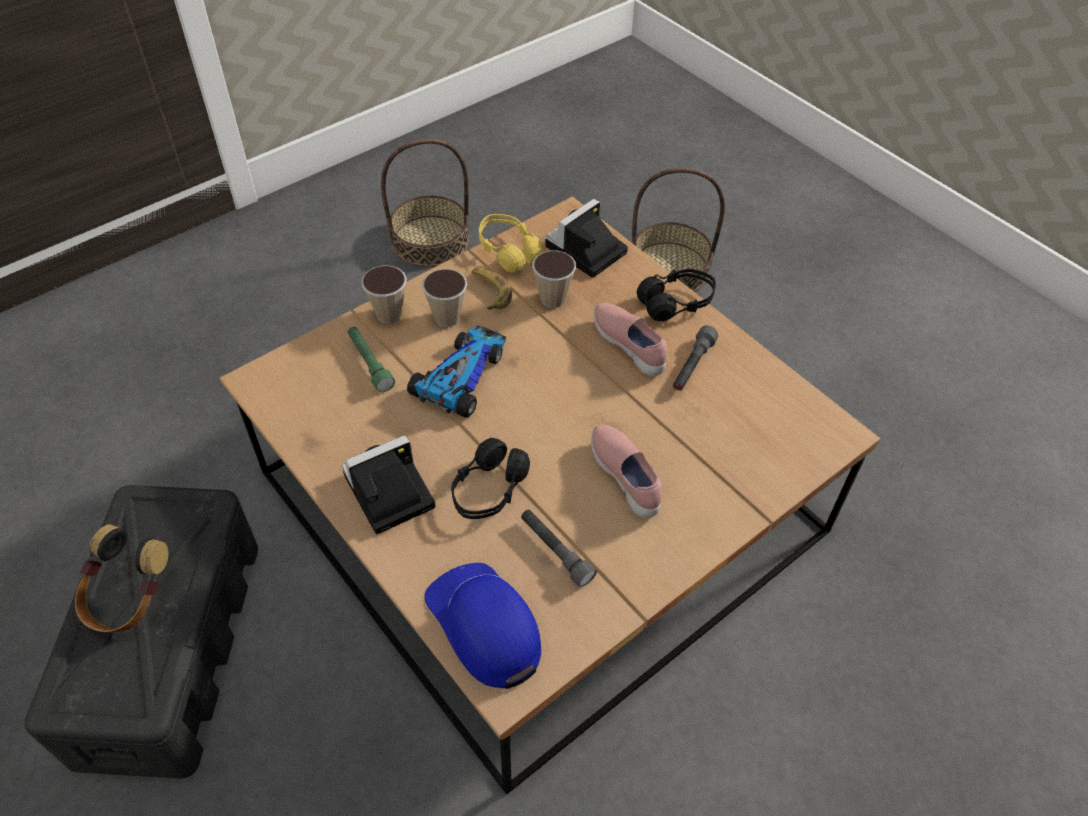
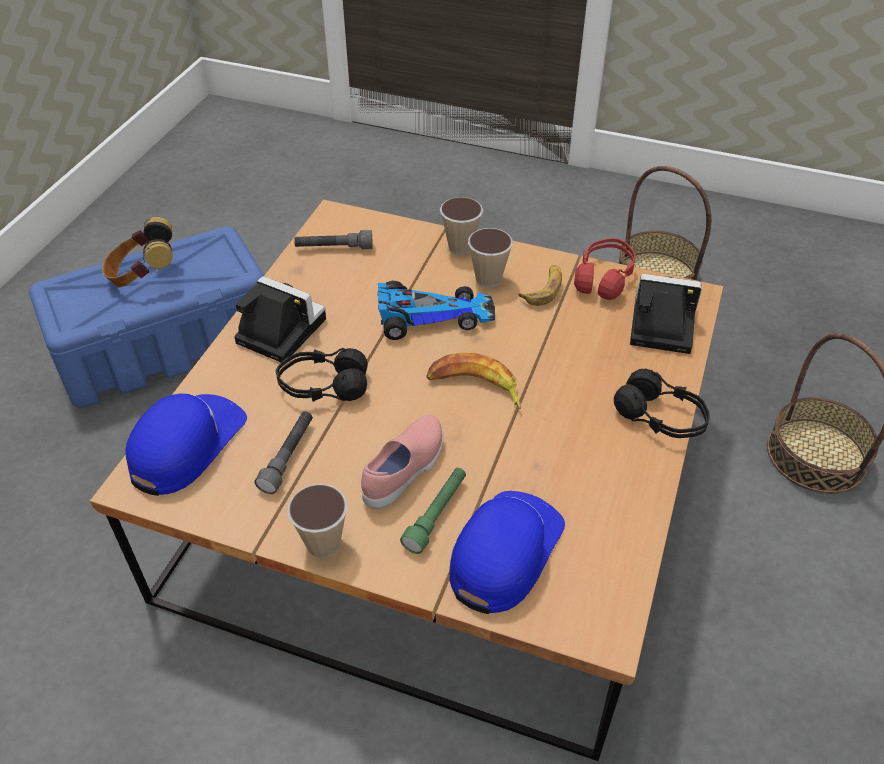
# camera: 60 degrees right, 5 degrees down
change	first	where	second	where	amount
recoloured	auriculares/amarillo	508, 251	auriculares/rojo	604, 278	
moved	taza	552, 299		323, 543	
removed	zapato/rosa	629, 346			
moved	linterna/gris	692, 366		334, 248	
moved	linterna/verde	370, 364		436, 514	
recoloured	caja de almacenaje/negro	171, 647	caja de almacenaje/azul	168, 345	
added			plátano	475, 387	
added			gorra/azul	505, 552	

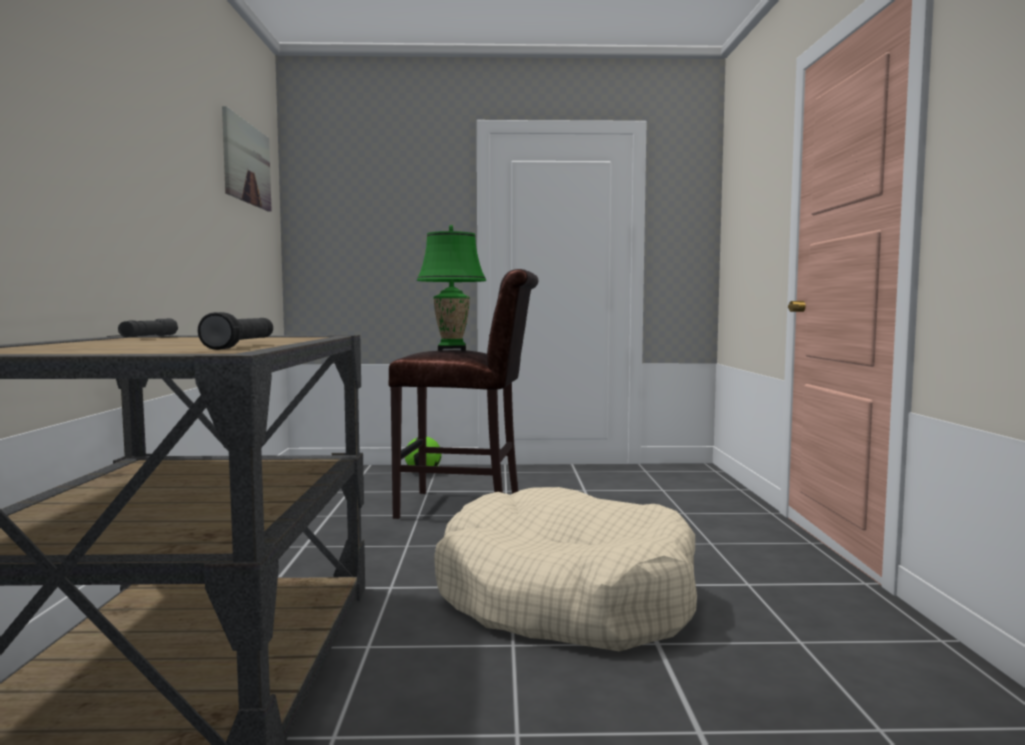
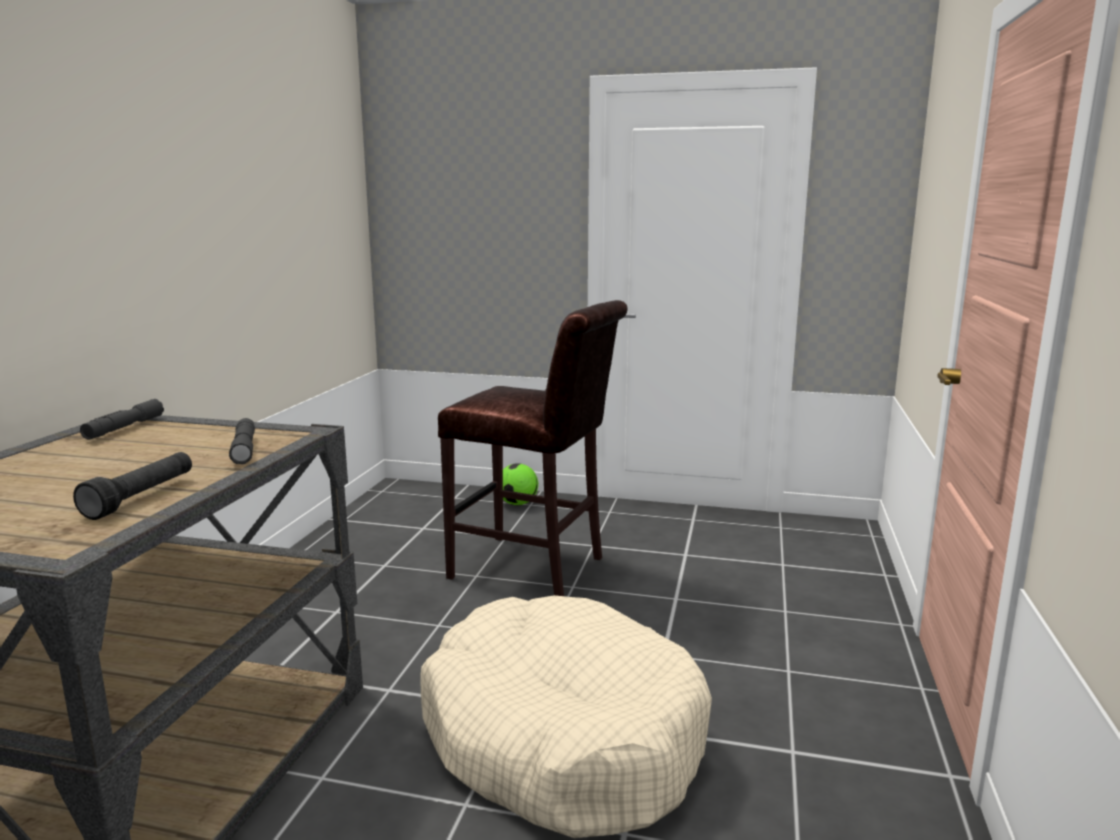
# camera: 15 degrees right, 10 degrees up
change	first	where	second	where	amount
removed	cuadro	246, 163			
removed	lámpara de mesa/verde	452, 349			
added			linterna/gris	244, 449	

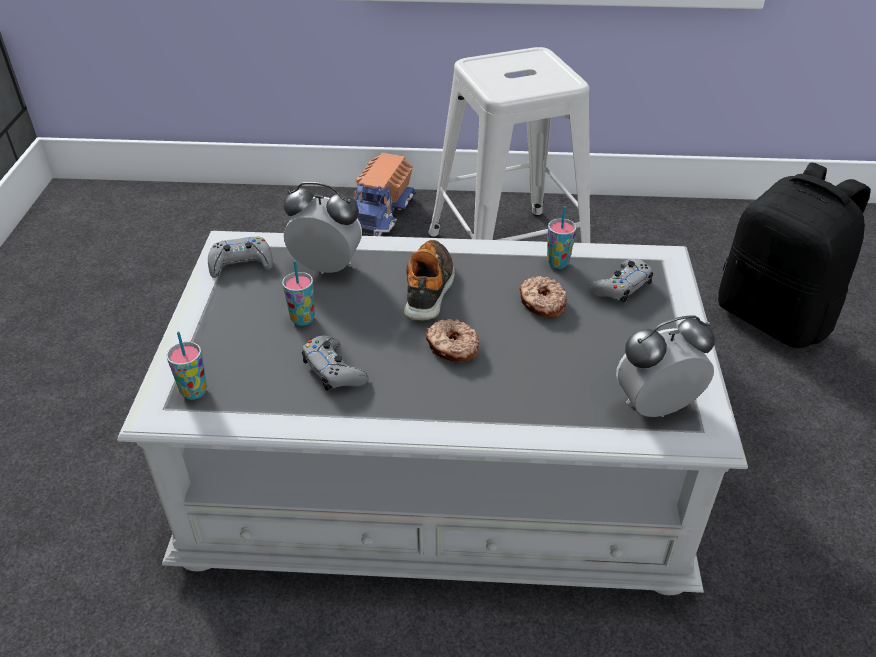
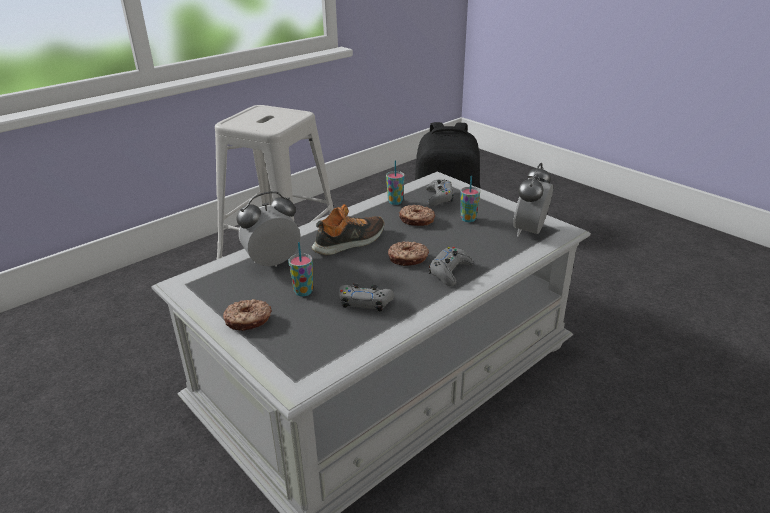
# camera: 45 degrees left, 10 degrees down
change	first	where	second	where	amount
removed	camión de juguete	381, 212			
moved	mando de consola/gris	241, 264		450, 272	
turned	zapato	429, 288		350, 242	90 degrees clockwise
moved	taza	194, 392		468, 219	
added			rosquilla	248, 321	

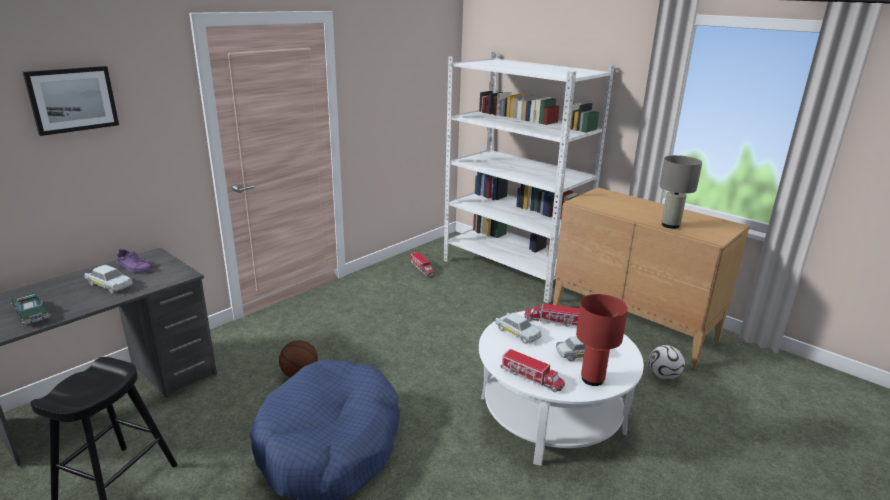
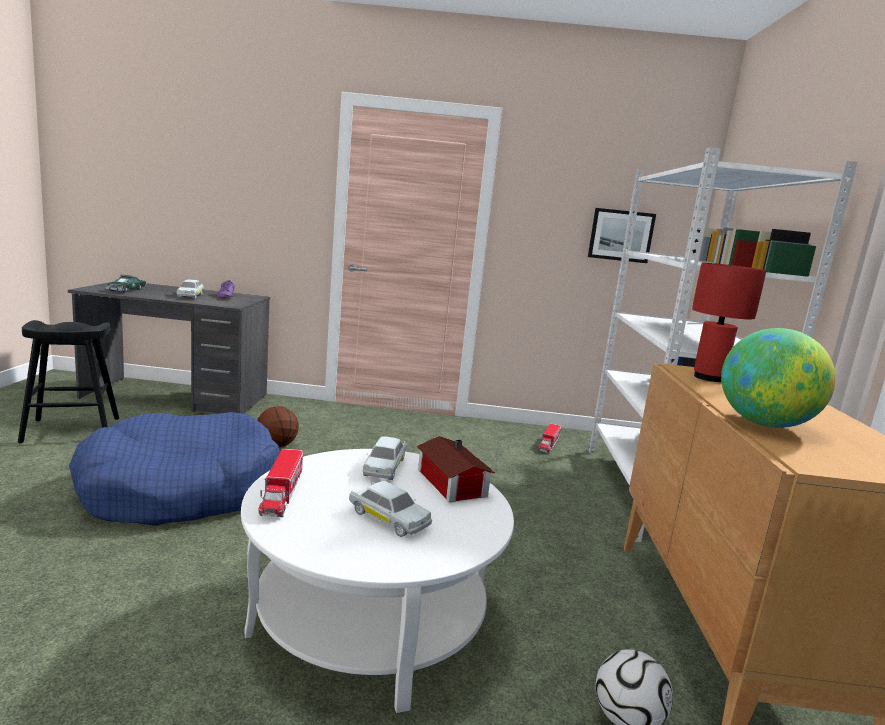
# camera: 50 degrees right, 10 degrees down
change	first	where	second	where	amount
moved	cuadro	72, 99		621, 235	
replaced	lámpara de mesa/gris	669, 225	globo terráqueo	764, 424	
moved	lámpara de mesa/rojo	592, 379		709, 378	
replaced	camión de juguete	553, 321	casita	450, 484	

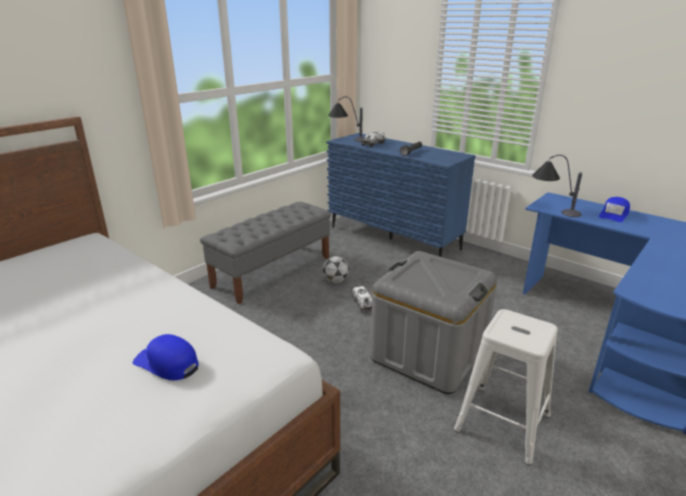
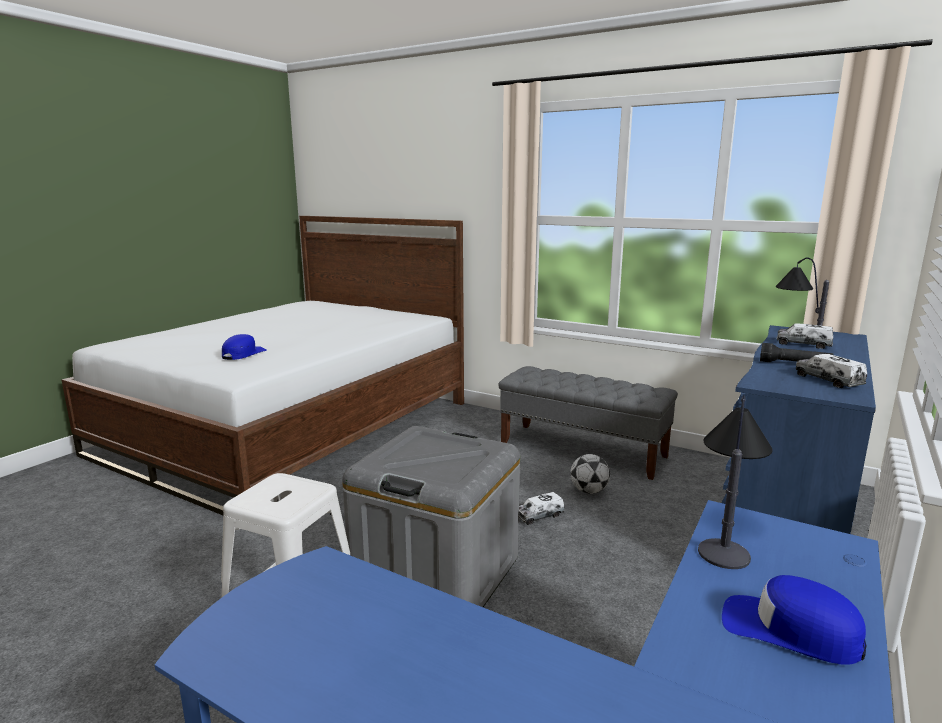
# camera: 80 degrees right, 10 degrees down
change	first	where	second	where	amount
added			camión de juguete	828, 380	

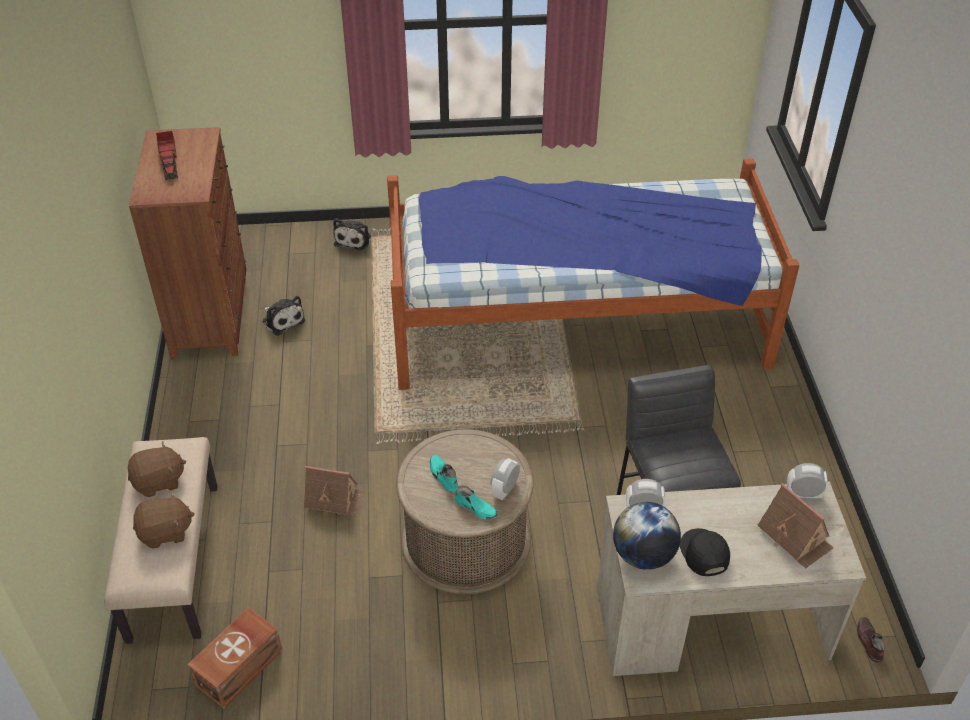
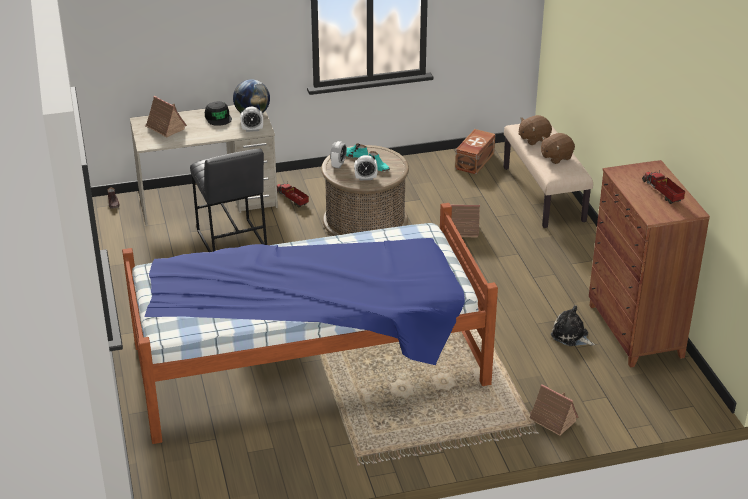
# camera: 170 degrees right, 10 degrees down
change	first	where	second	where	amount
replaced	peluche	354, 239	casita	551, 419	
moved	despertador	803, 495		365, 178	
added			camión de juguete	292, 199	

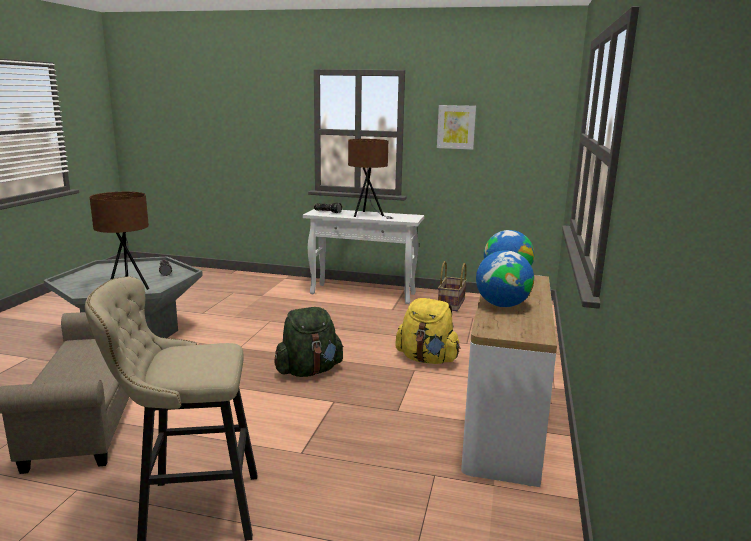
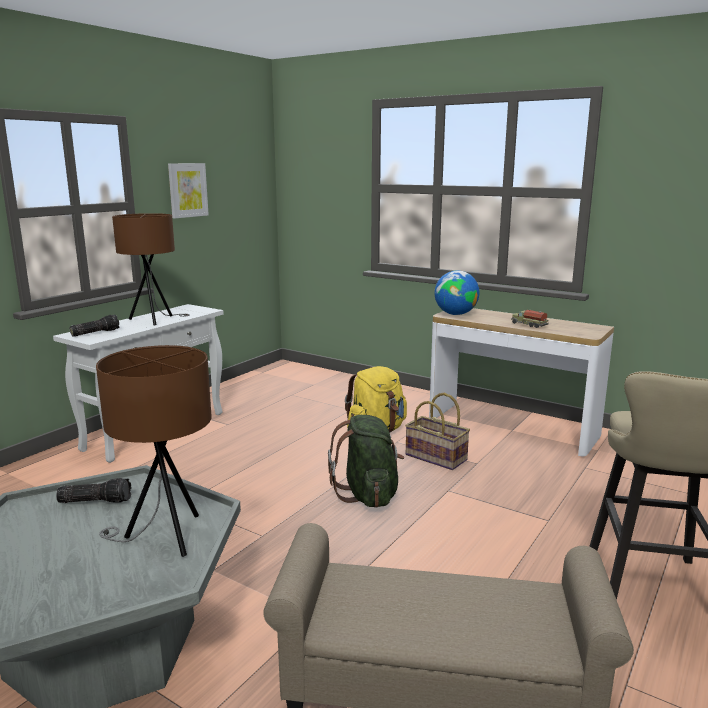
# camera: 70 degrees left, 0 degrees up
change	first	where	second	where	amount
replaced	globo terráqueo	502, 305	camión de juguete	528, 324	
moved	cesta	452, 304		437, 457	

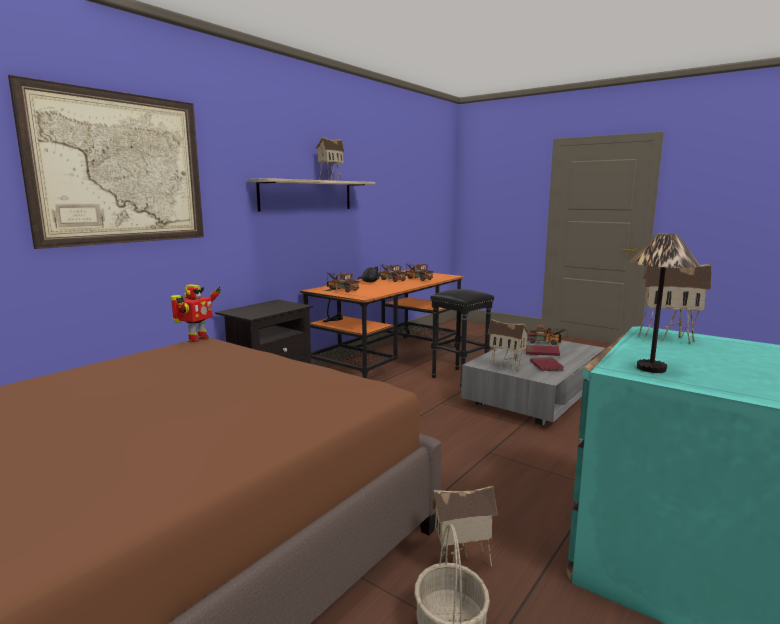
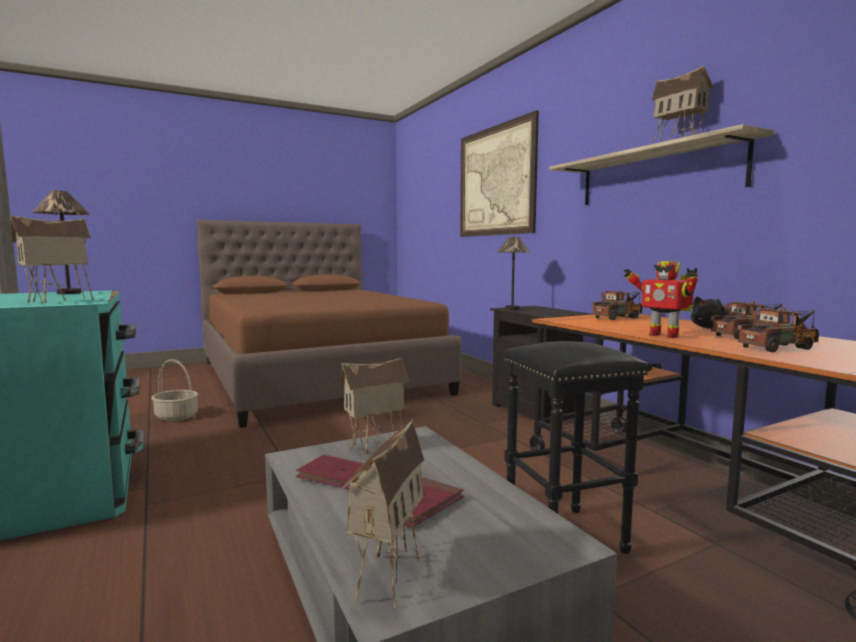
# camera: 115 degrees right, 5 degrees down
change	first	where	second	where	amount
moved	robot de juguete	196, 339		663, 335	
removed	camión de juguete	546, 343			
moved	casita	463, 565		385, 573	
added			lámpara de mesa	512, 309	

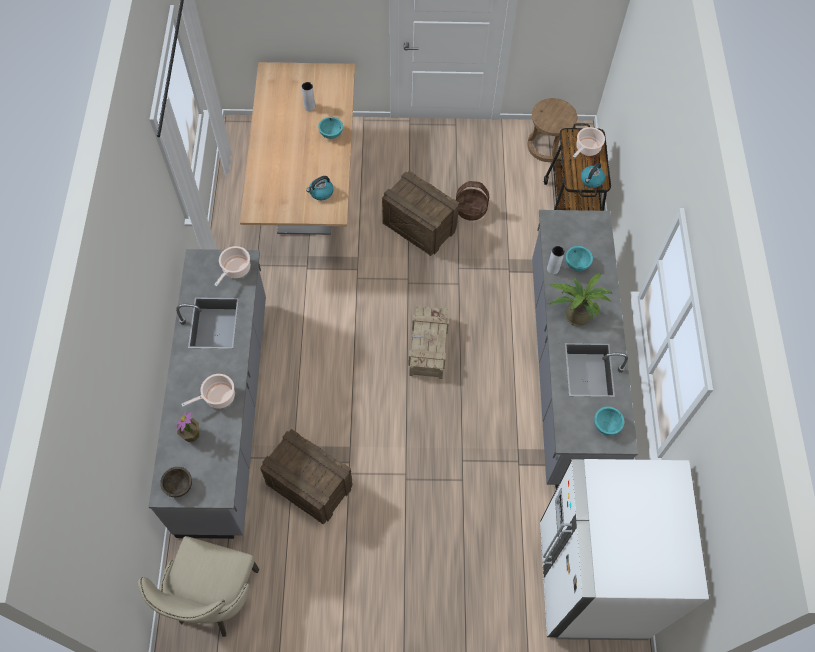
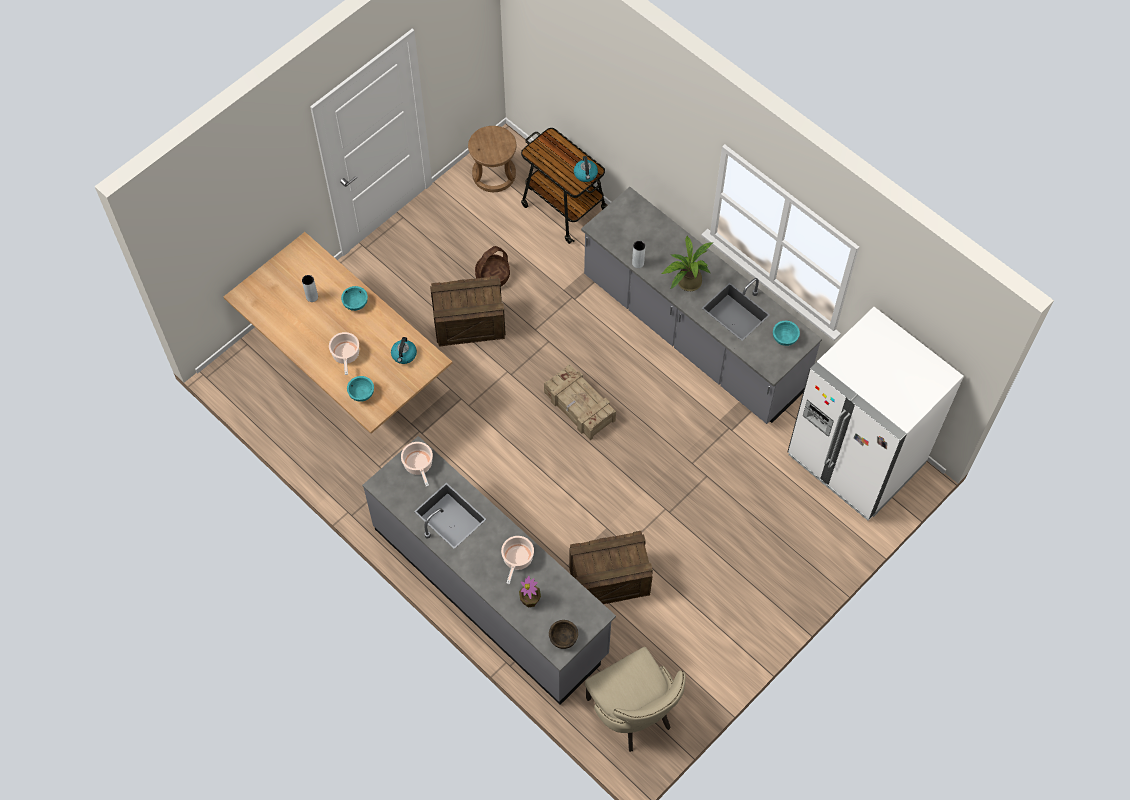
# camera: 45 degrees left, 0 degrees up
change	first	where	second	where	amount
moved	olla	587, 148		346, 355	
moved	cuenco/turquesa	577, 263		361, 393	

